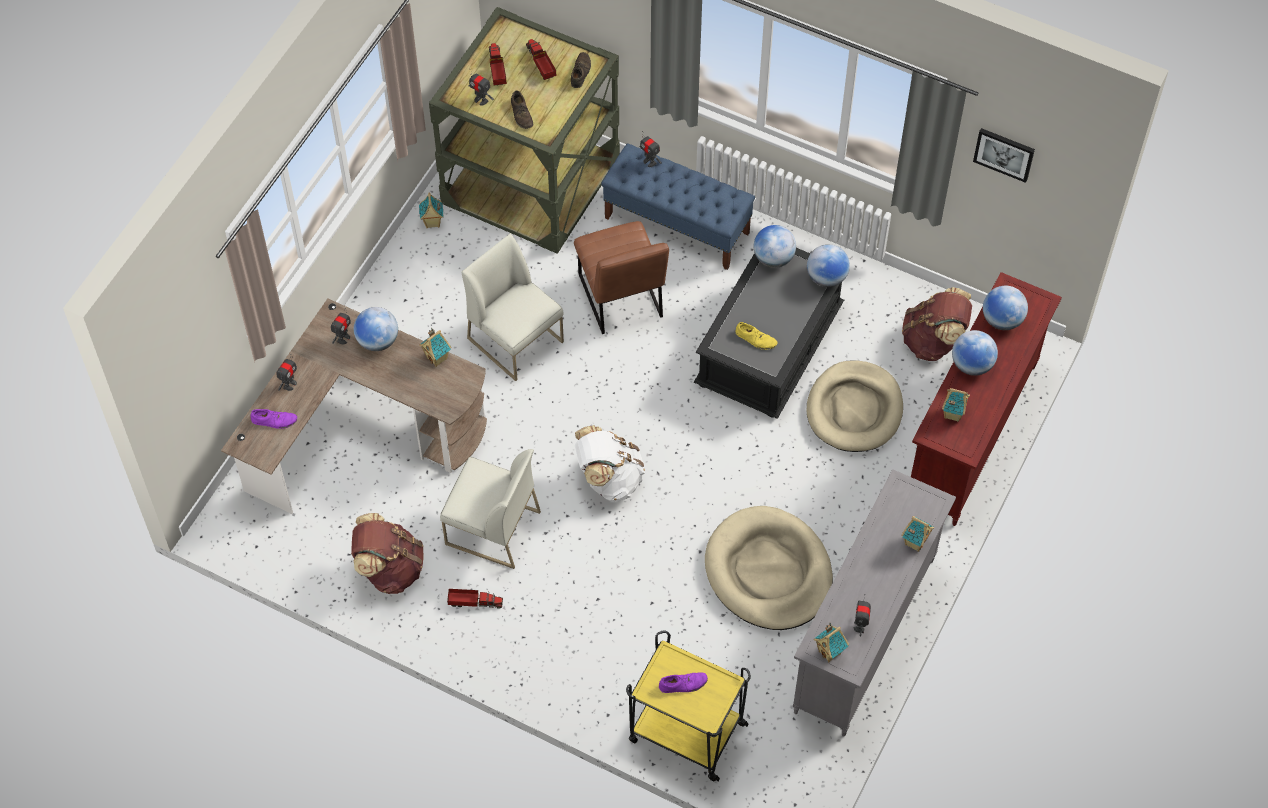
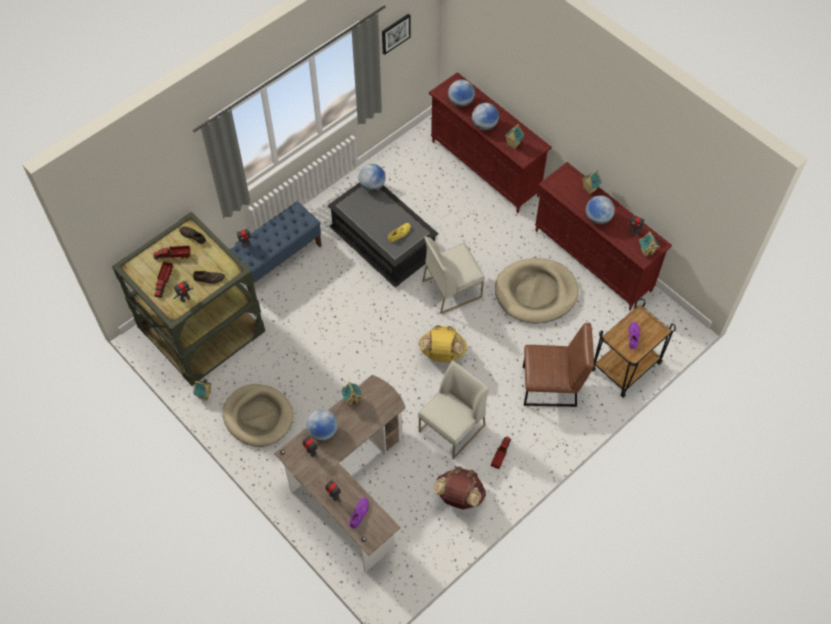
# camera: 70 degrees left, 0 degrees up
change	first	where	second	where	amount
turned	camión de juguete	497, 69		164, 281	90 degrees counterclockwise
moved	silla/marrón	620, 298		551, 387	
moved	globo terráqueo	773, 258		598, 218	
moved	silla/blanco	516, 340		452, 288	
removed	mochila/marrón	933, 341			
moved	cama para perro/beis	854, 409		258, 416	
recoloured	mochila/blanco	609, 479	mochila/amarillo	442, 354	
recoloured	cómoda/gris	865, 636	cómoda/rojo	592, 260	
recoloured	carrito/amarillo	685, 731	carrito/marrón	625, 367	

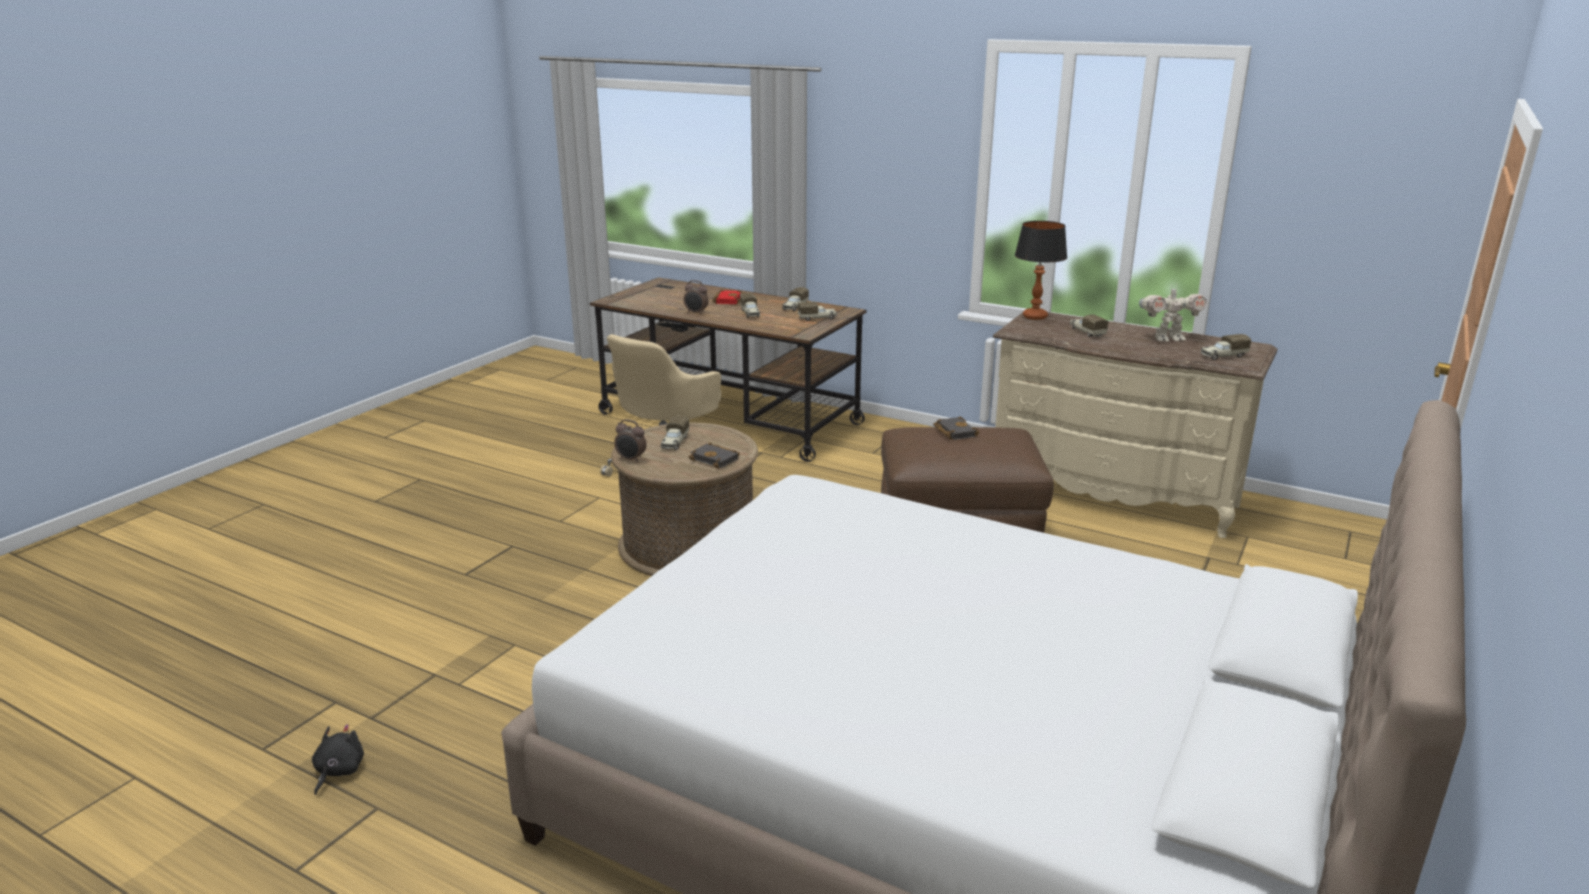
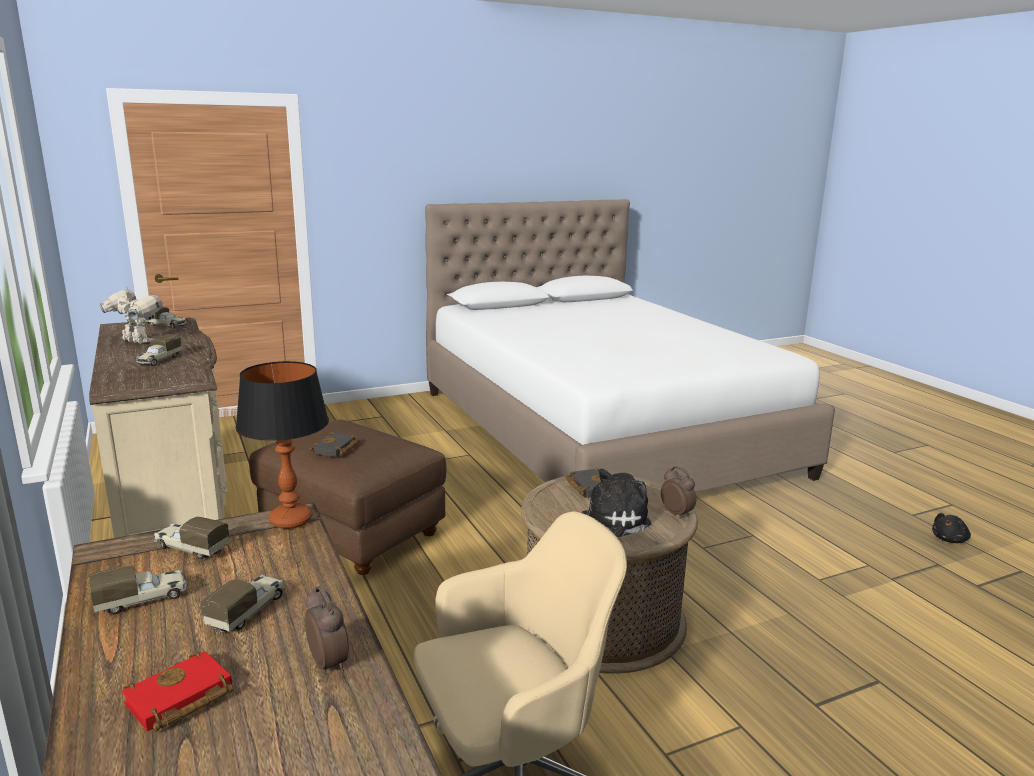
# camera: 145 degrees left, 5 degrees down
change	first	where	second	where	amount
moved	lámpara de mesa	1034, 317		291, 520	
replaced	camión de juguete	674, 443	peluche	610, 521	

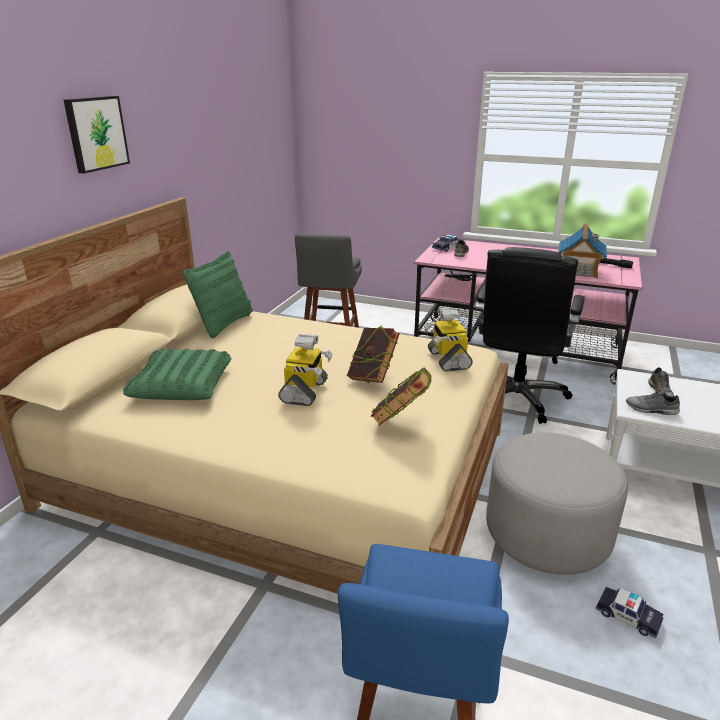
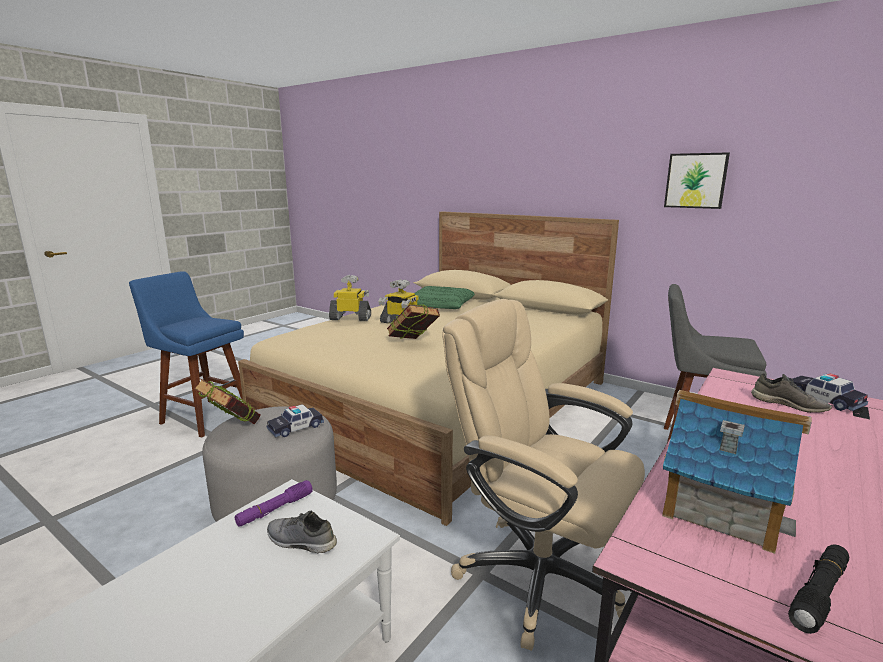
# camera: 105 degrees right, 10 degrees down
change	first	where	second	where	amount
moved	cuadro	96, 133		696, 180	
recoloured	silla de oficina/negro	516, 396	silla de oficina/beis	539, 577	
removed	cojín/verde	223, 324			
moved	robot de juguete	447, 359		351, 318	
moved	libro	401, 422		231, 428	
replaced	zapato/gris	651, 410	linterna/morado	275, 509	
moved	coche de juguete	628, 616		295, 427	

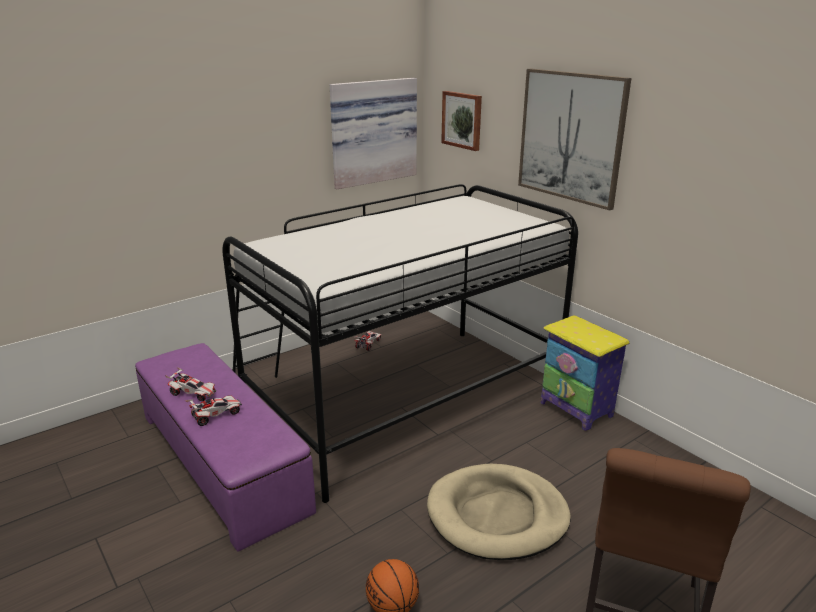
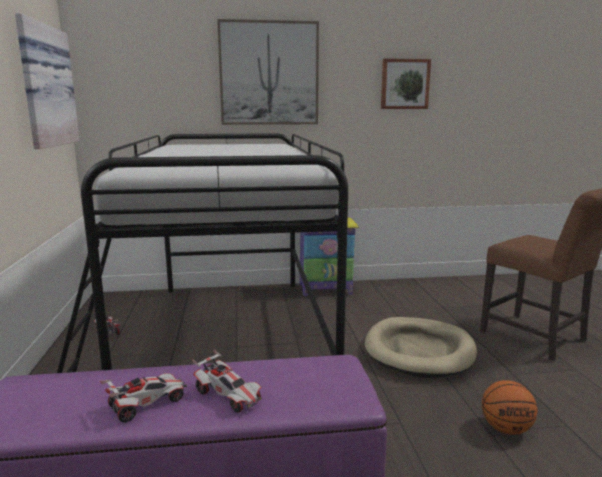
# camera: 60 degrees left, 10 degrees down
change	first	where	second	where	amount
moved	cuadro	462, 120		404, 84	
turned	coche de juguete	215, 415		228, 396	135 degrees clockwise

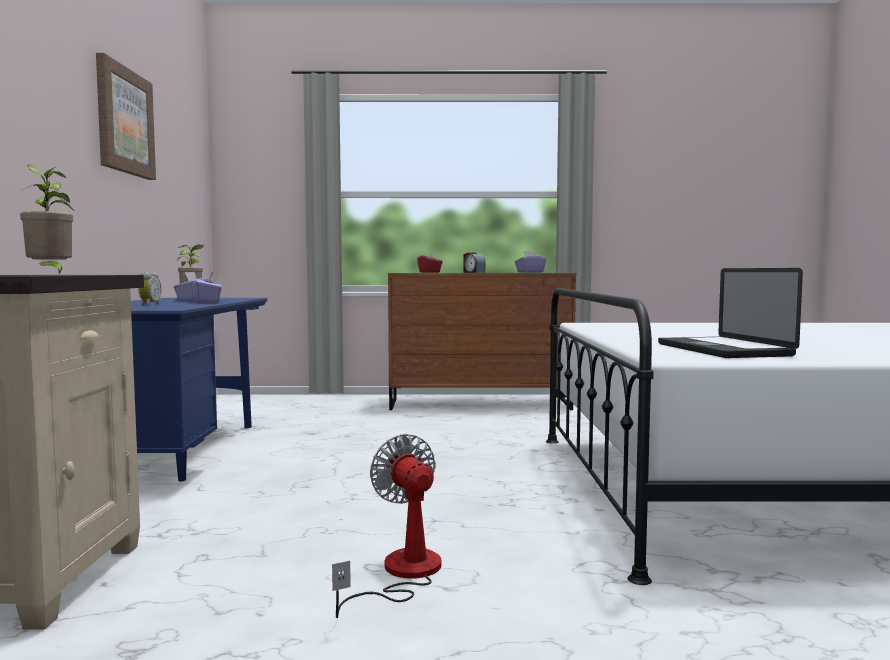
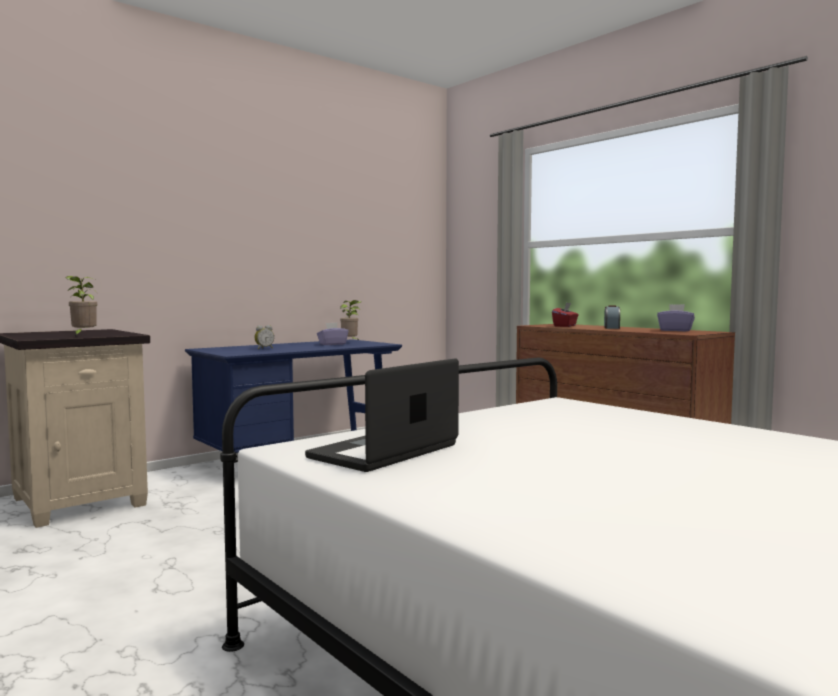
# camera: 50 degrees right, 0 degrees up
change	first	where	second	where	amount
removed	cuadro	124, 121			
removed	caja de pañuelos/morado	209, 302			
removed	ventilador	401, 574			

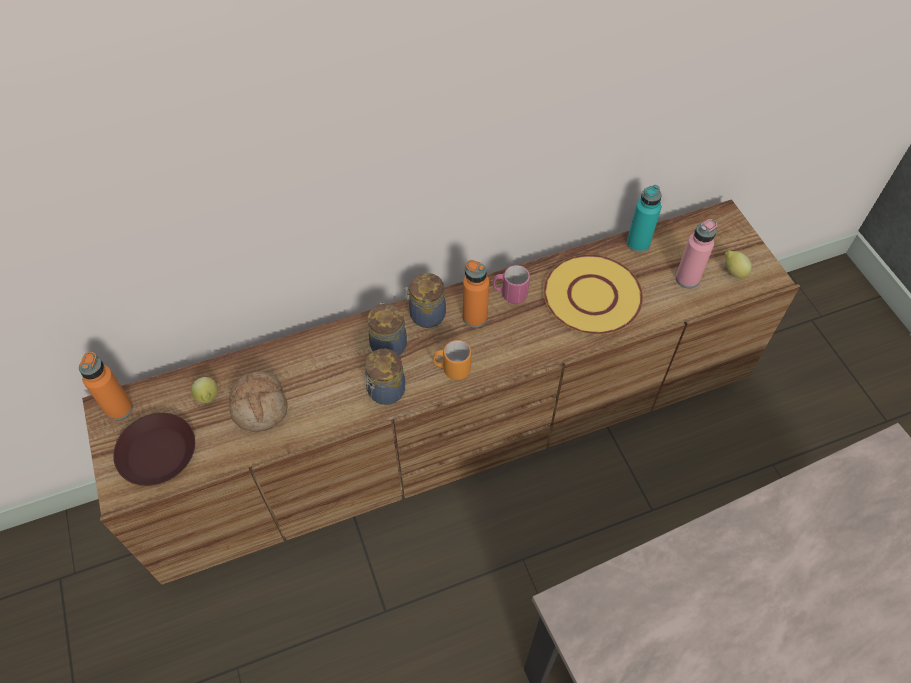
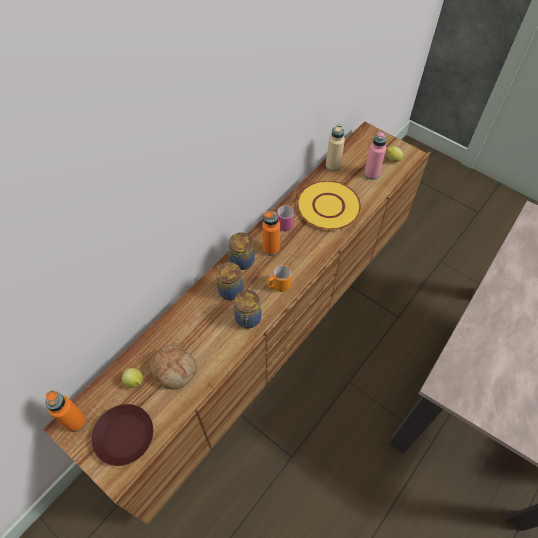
# camera: 30 degrees left, 0 degrees up
change	first	where	second	where	amount
recoloured	botella/turquesa	638, 243	botella/beis	333, 166	

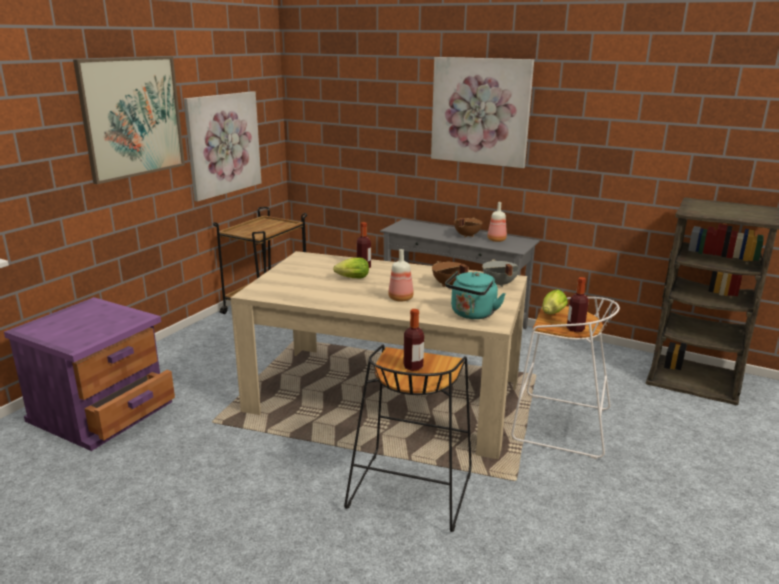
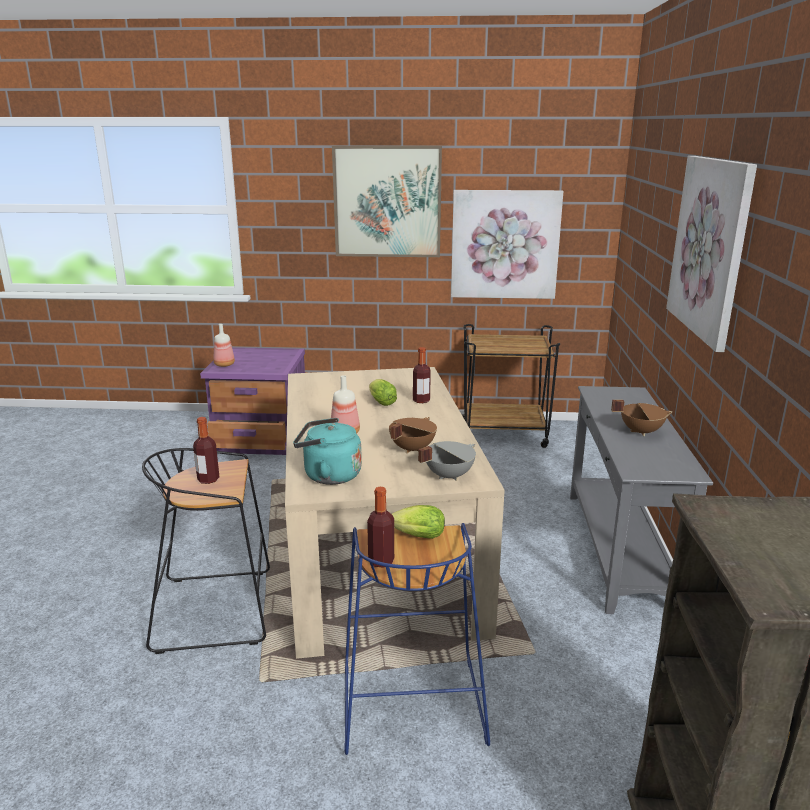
# camera: 65 degrees right, 0 degrees up
change	first	where	second	where	amount
moved	botella	496, 240		223, 365	
recoloured	taburete/blanco	559, 425	taburete/azul	410, 700	

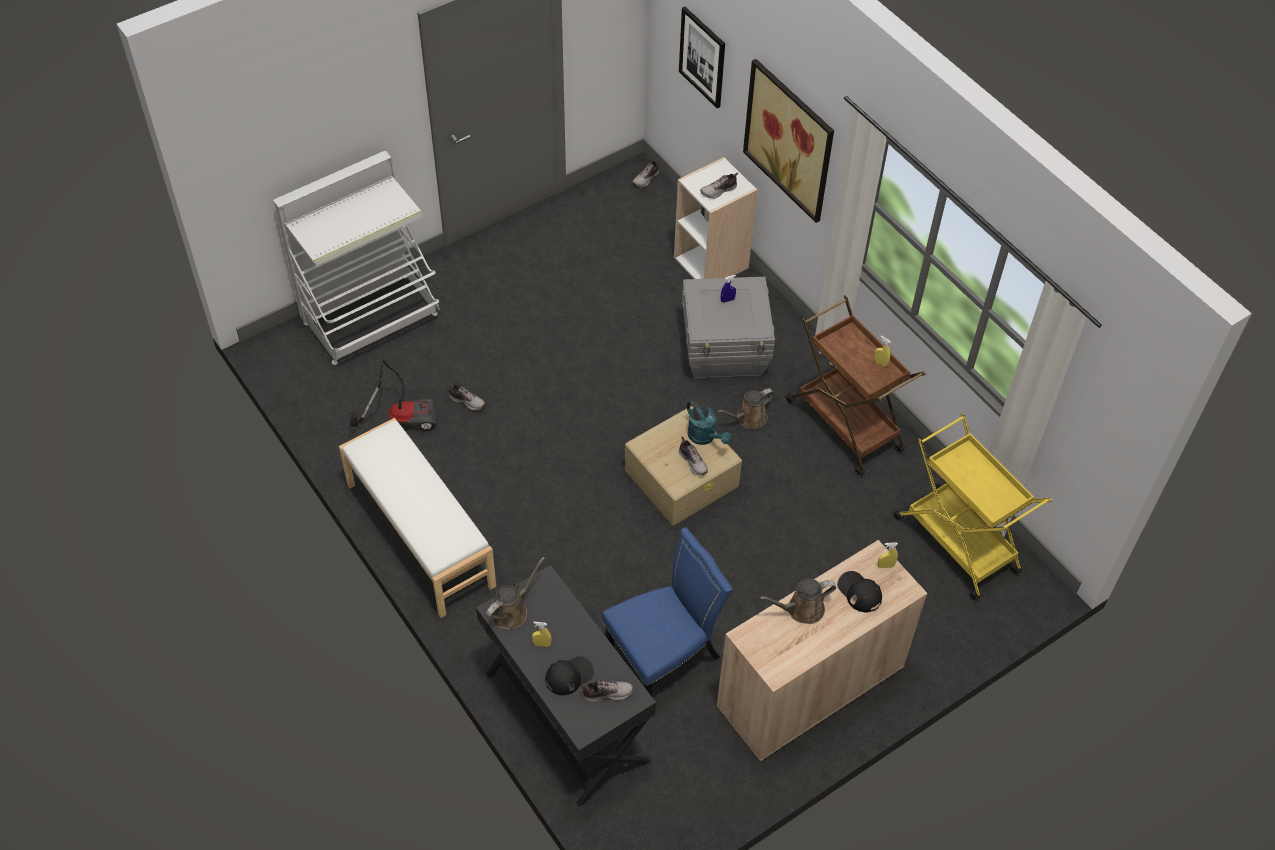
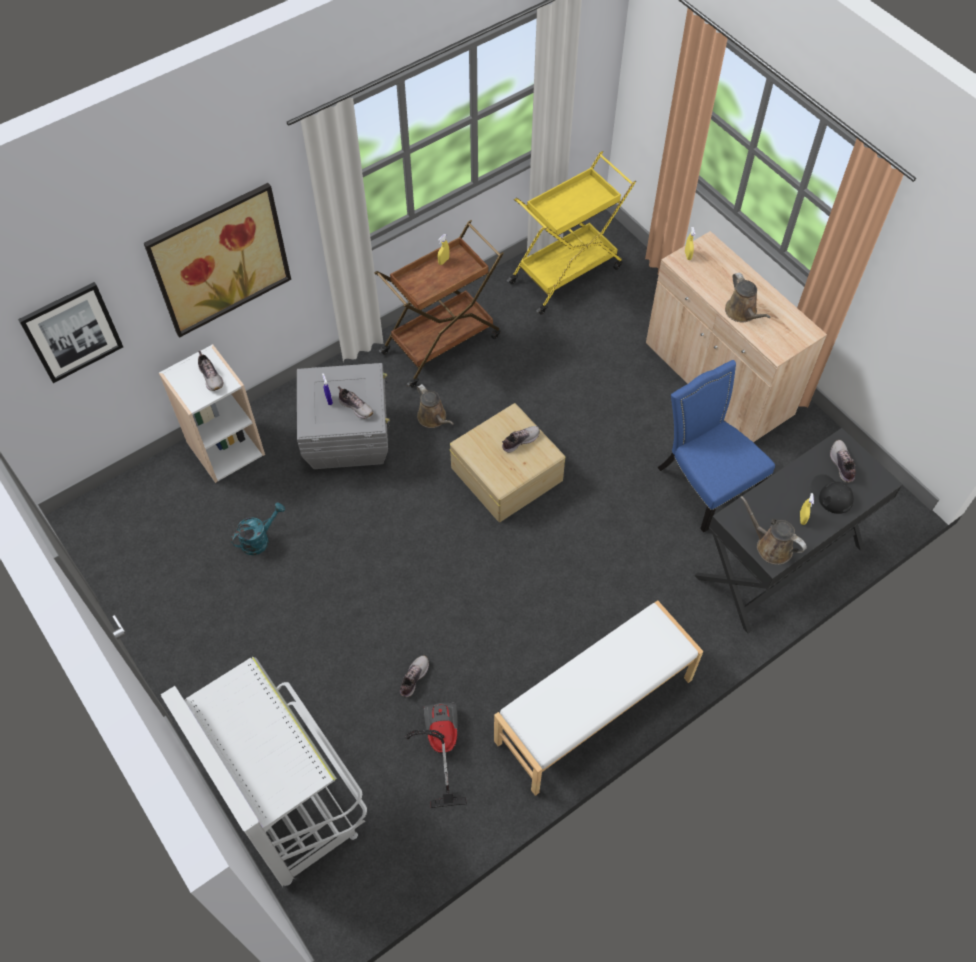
# camera: 90 degrees left, 5 degrees up
change	first	where	second	where	amount
moved	zapato	646, 178		356, 407	
moved	regadera/turquesa	705, 437		259, 539	
removed	gorra/negro	859, 592			

